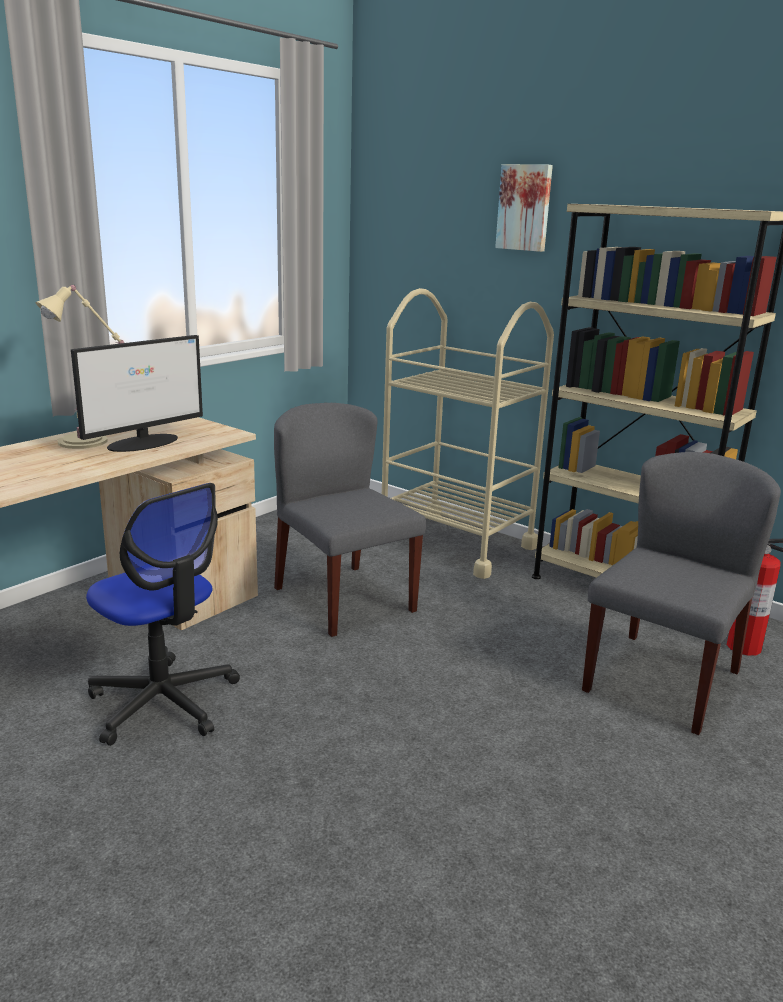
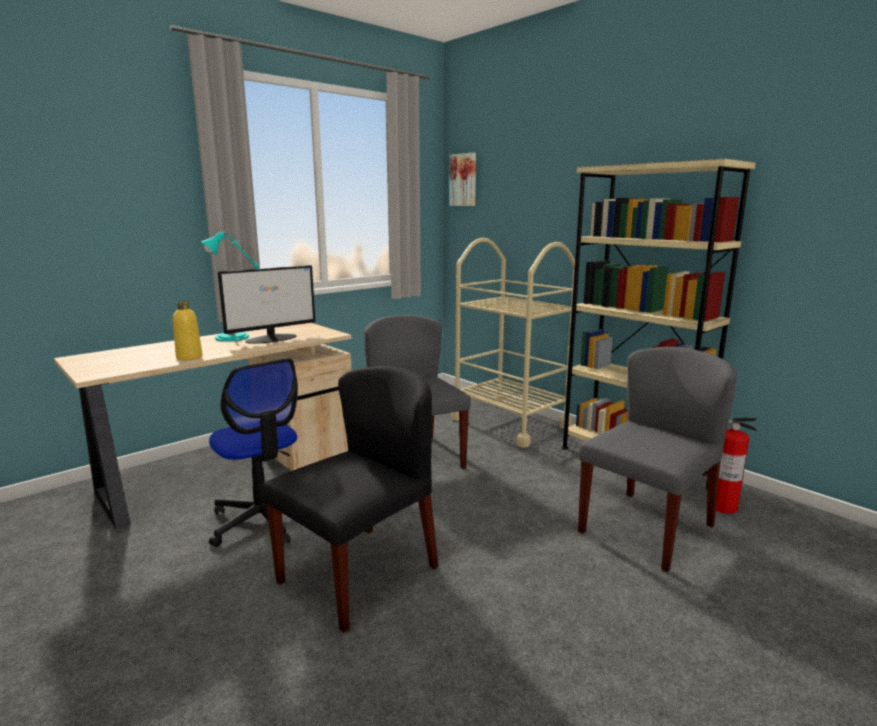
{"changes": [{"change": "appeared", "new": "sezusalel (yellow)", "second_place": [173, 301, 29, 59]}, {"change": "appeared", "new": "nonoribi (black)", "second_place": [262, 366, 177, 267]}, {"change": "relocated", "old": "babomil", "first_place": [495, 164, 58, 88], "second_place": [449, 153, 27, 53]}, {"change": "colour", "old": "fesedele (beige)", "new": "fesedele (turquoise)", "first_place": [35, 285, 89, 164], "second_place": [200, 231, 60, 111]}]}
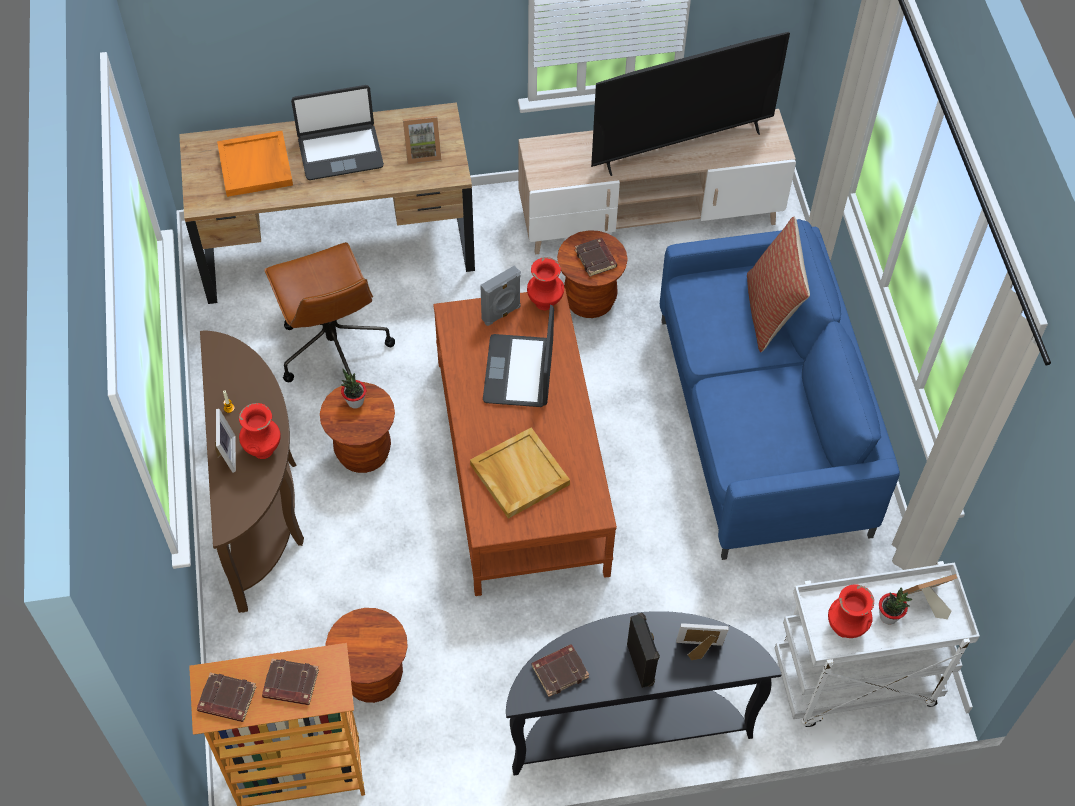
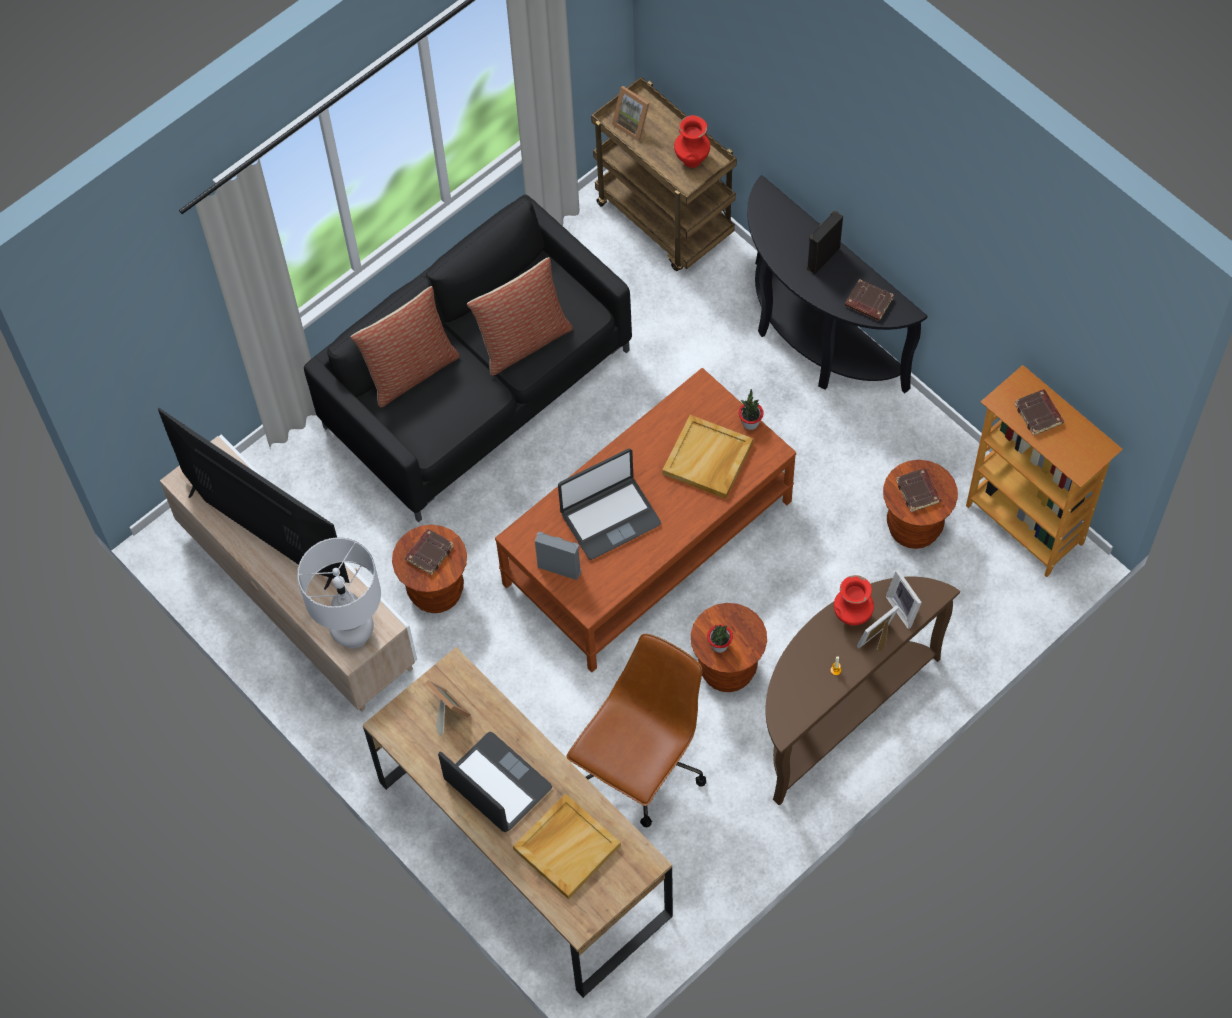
{"changes": [{"change": "missing", "old": "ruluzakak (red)", "first_place": [527, 257, 37, 53]}, {"change": "appeared", "new": "fesedele (white)", "second_place": [297, 537, 84, 111]}, {"change": "appeared", "new": "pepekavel", "second_place": [467, 257, 106, 119]}, {"change": "relocated", "old": "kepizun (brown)", "first_place": [197, 672, 60, 50], "second_place": [896, 468, 45, 44]}, {"change": "relocated", "old": "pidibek", "first_place": [676, 623, 53, 37], "second_place": [886, 569, 36, 60]}, {"change": "relocated", "old": "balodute", "first_place": [879, 587, 33, 37], "second_place": [738, 389, 26, 41]}, {"change": "colour", "old": "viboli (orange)", "new": "viboli (beige)", "first_place": [217, 131, 76, 66], "second_place": [513, 794, 108, 105]}, {"change": "colour", "old": "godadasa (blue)", "new": "godadasa (black)", "first_place": [660, 219, 240, 341], "second_place": [304, 195, 328, 327]}, {"change": "colour", "old": "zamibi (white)", "new": "zamibi (brown)", "first_place": [774, 561, 206, 166], "second_place": [591, 77, 146, 194]}]}
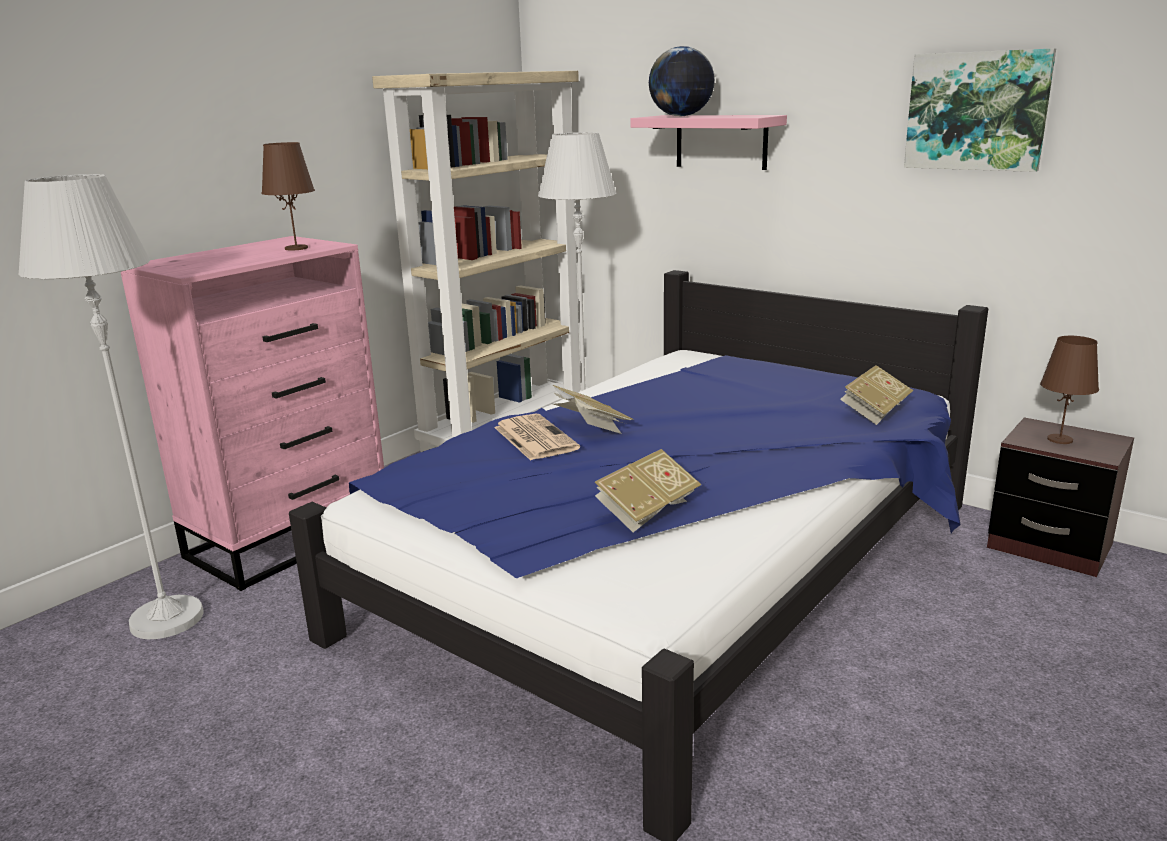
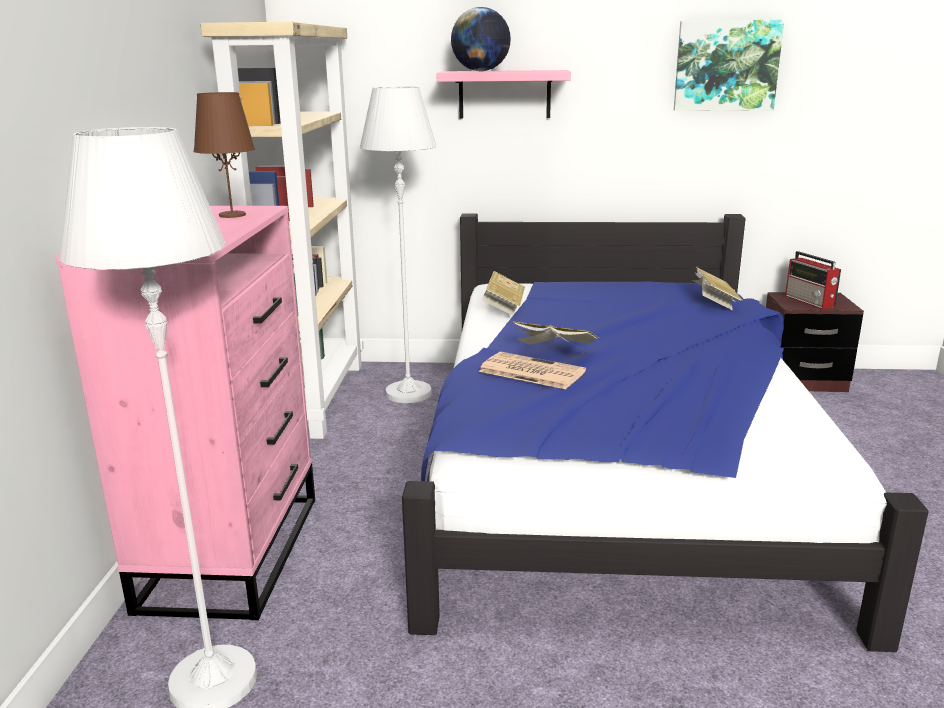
{"changes": [{"change": "relocated", "old": "kepizun", "first_place": [595, 449, 107, 83], "second_place": [482, 271, 43, 45]}, {"change": "exchanged", "old": "fesedele (brown)", "new": "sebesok", "first_place": [1040, 336, 59, 108], "second_place": [785, 251, 56, 58]}]}
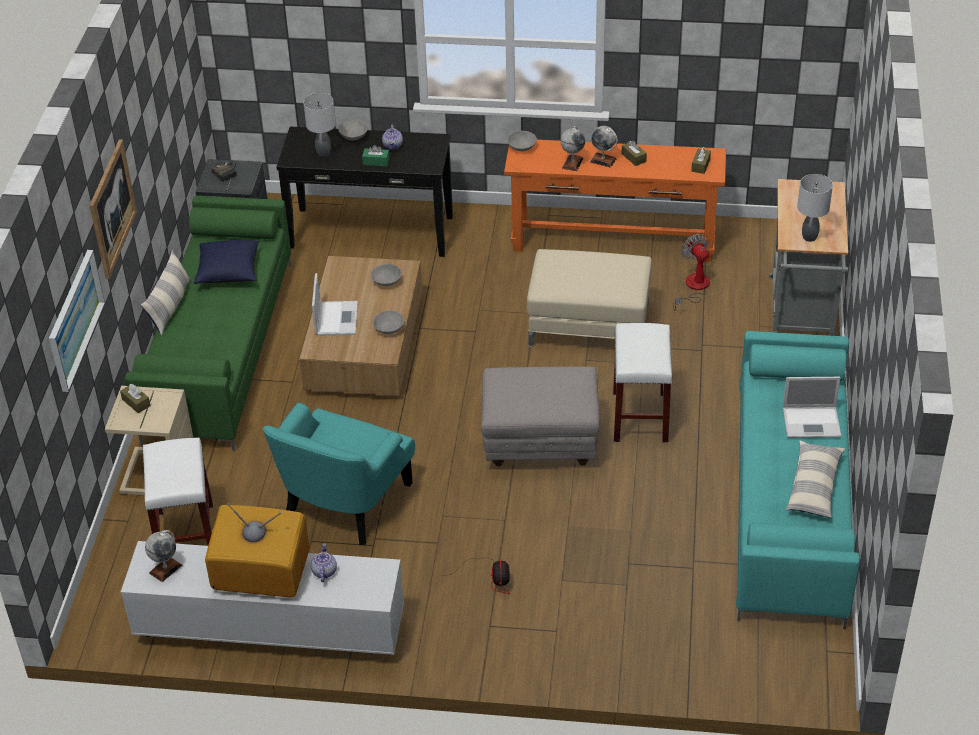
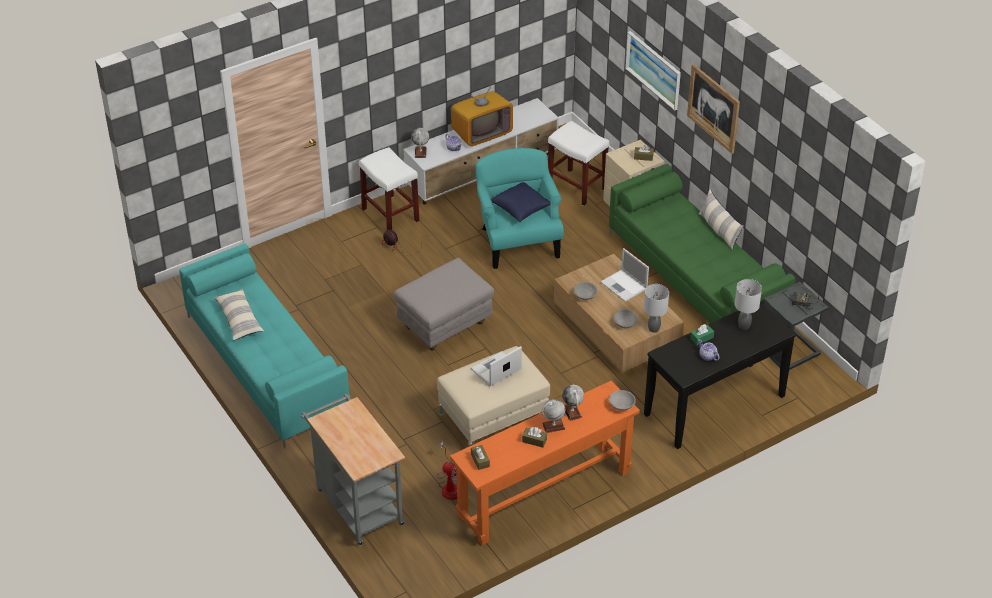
{"changes": [{"change": "missing", "old": "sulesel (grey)", "first_place": [338, 120, 30, 21]}, {"change": "relocated", "old": "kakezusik", "first_place": [145, 530, 37, 52], "second_place": [411, 128, 18, 30]}, {"change": "relocated", "old": "pepekavel (blue)", "first_place": [194, 240, 65, 44], "second_place": [491, 182, 59, 41]}, {"change": "relocated", "old": "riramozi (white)", "first_place": [613, 323, 60, 120], "second_place": [359, 147, 60, 83]}, {"change": "relocated", "old": "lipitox", "first_place": [783, 377, 58, 61], "second_place": [471, 346, 51, 40]}, {"change": "relocated", "old": "fesedele (grey)", "first_place": [797, 174, 36, 68], "second_place": [644, 284, 25, 49]}]}
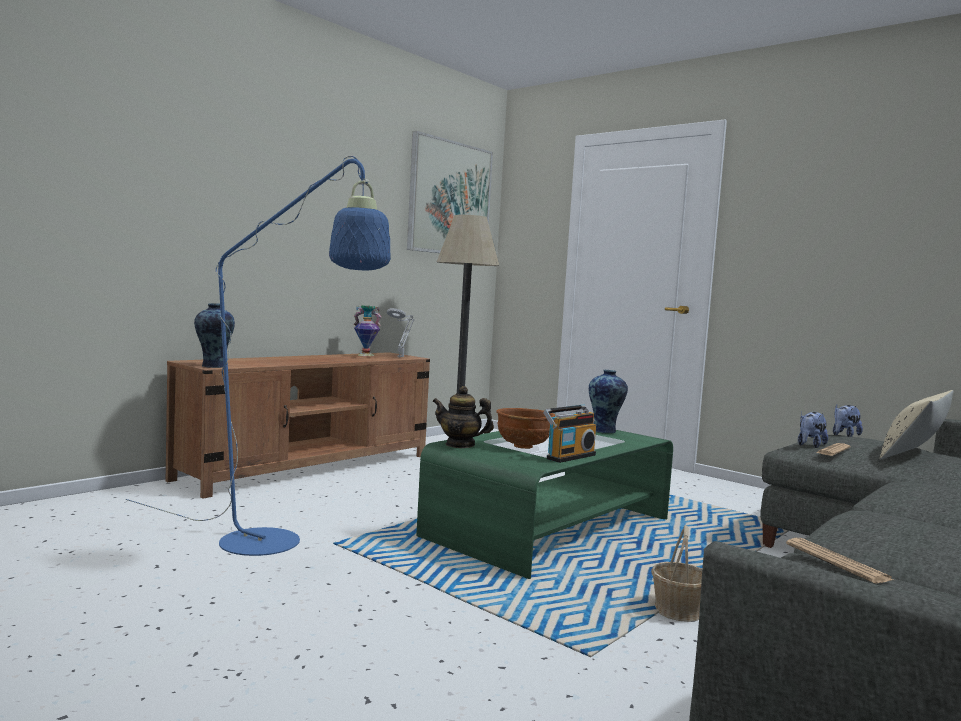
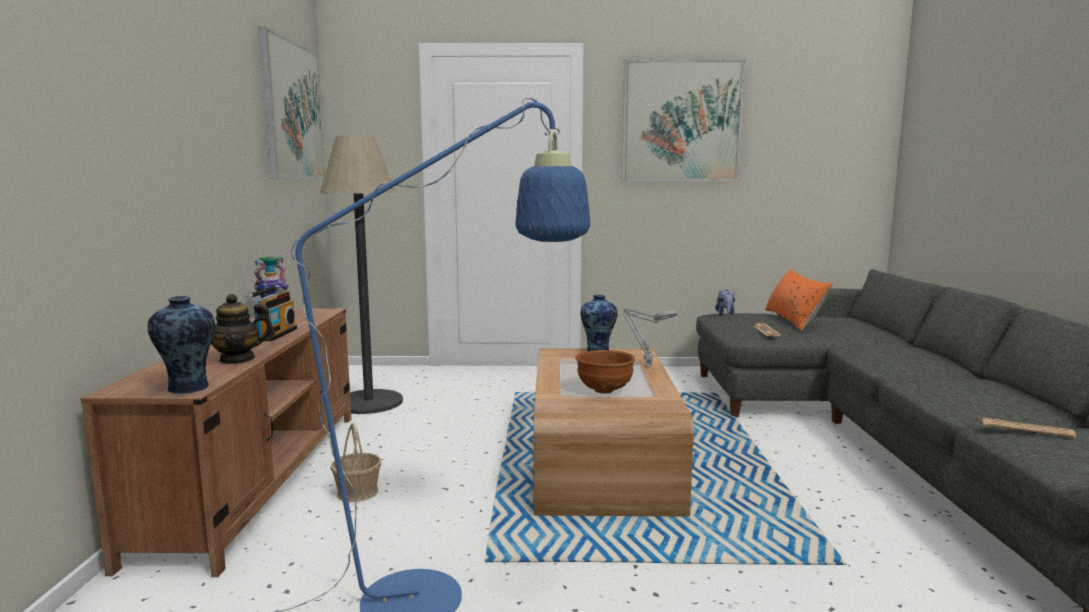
{"changes": [{"change": "missing", "old": "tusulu", "first_place": [798, 412, 30, 36]}, {"change": "appeared", "new": "babomil", "second_place": [622, 59, 123, 122]}, {"change": "relocated", "old": "fesedele (grey)", "first_place": [387, 308, 27, 50], "second_place": [623, 308, 55, 59]}, {"change": "relocated", "old": "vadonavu", "first_place": [432, 386, 62, 62], "second_place": [211, 294, 64, 70]}, {"change": "relocated", "old": "sebesok", "first_place": [543, 405, 53, 58], "second_place": [246, 285, 51, 56]}, {"change": "relocated", "old": "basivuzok", "first_place": [651, 525, 51, 97], "second_place": [331, 423, 50, 79]}, {"change": "colour", "old": "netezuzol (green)", "new": "netezuzol (brown)", "first_place": [416, 430, 257, 149], "second_place": [533, 348, 161, 169]}, {"change": "colour", "old": "pepekavel (beige)", "new": "pepekavel (orange)", "first_place": [880, 390, 74, 69], "second_place": [765, 269, 68, 62]}]}
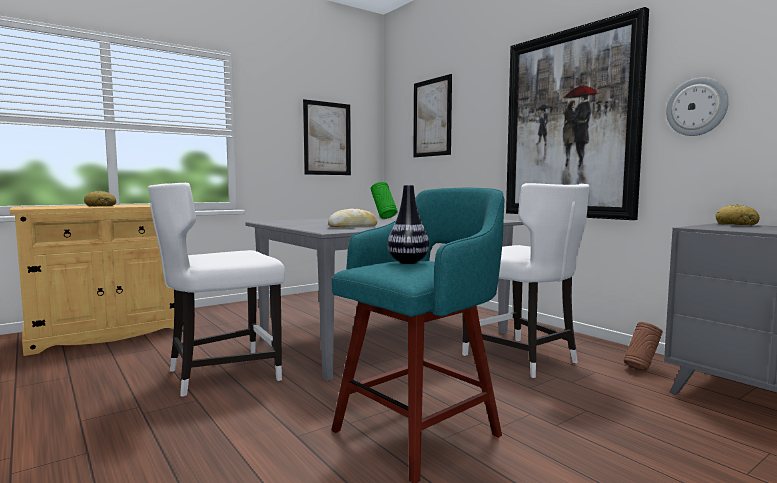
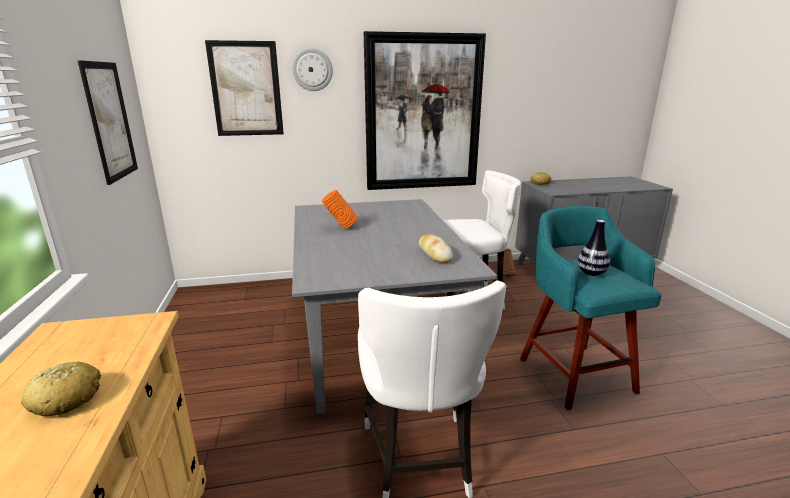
{"changes": [{"change": "relocated", "old": "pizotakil", "first_place": [666, 77, 63, 59], "second_place": [292, 48, 41, 43]}, {"change": "colour", "old": "ruluzakak (green)", "new": "ruluzakak (orange)", "first_place": [371, 182, 27, 37], "second_place": [322, 190, 36, 39]}]}
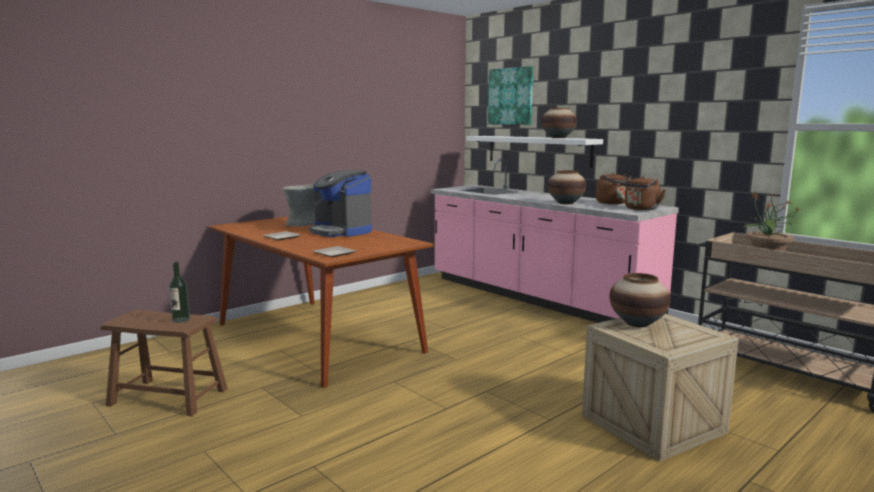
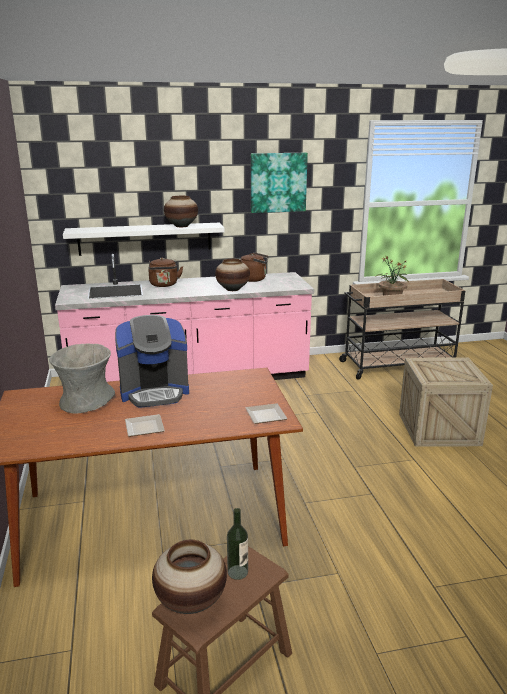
{"changes": [{"change": "relocated", "old": "babomil", "first_place": [488, 66, 45, 59], "second_place": [251, 153, 57, 60]}, {"change": "relocated", "old": "ruluzakak", "first_place": [609, 273, 61, 55], "second_place": [152, 540, 75, 74]}, {"change": "relocated", "old": "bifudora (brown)", "first_place": [620, 176, 46, 34], "second_place": [148, 258, 35, 29]}]}
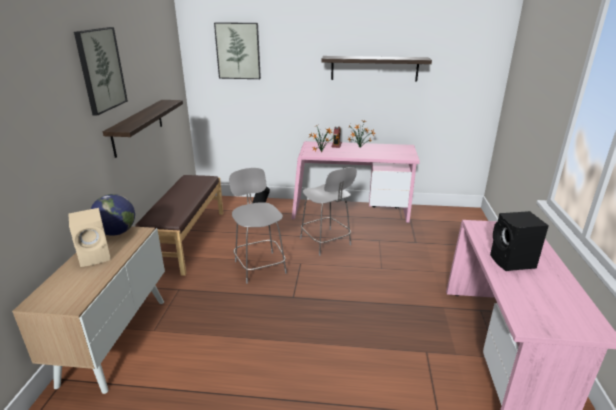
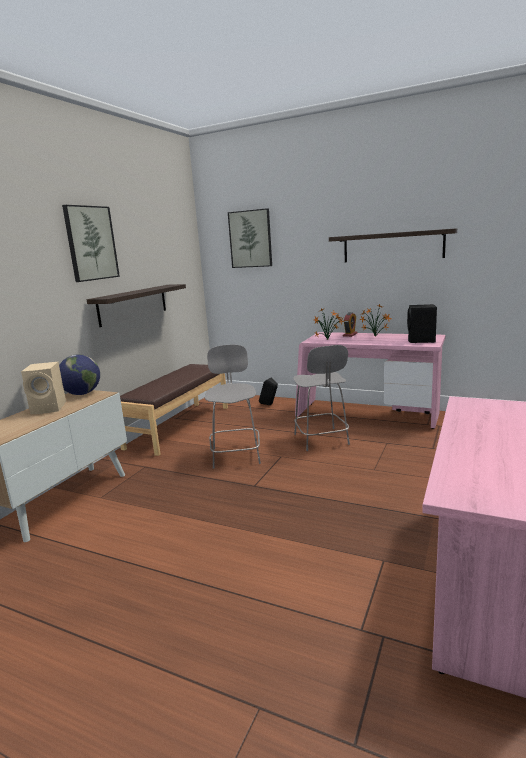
{"changes": [{"change": "relocated", "old": "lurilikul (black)", "first_place": [490, 211, 59, 60], "second_place": [407, 304, 30, 39]}]}
